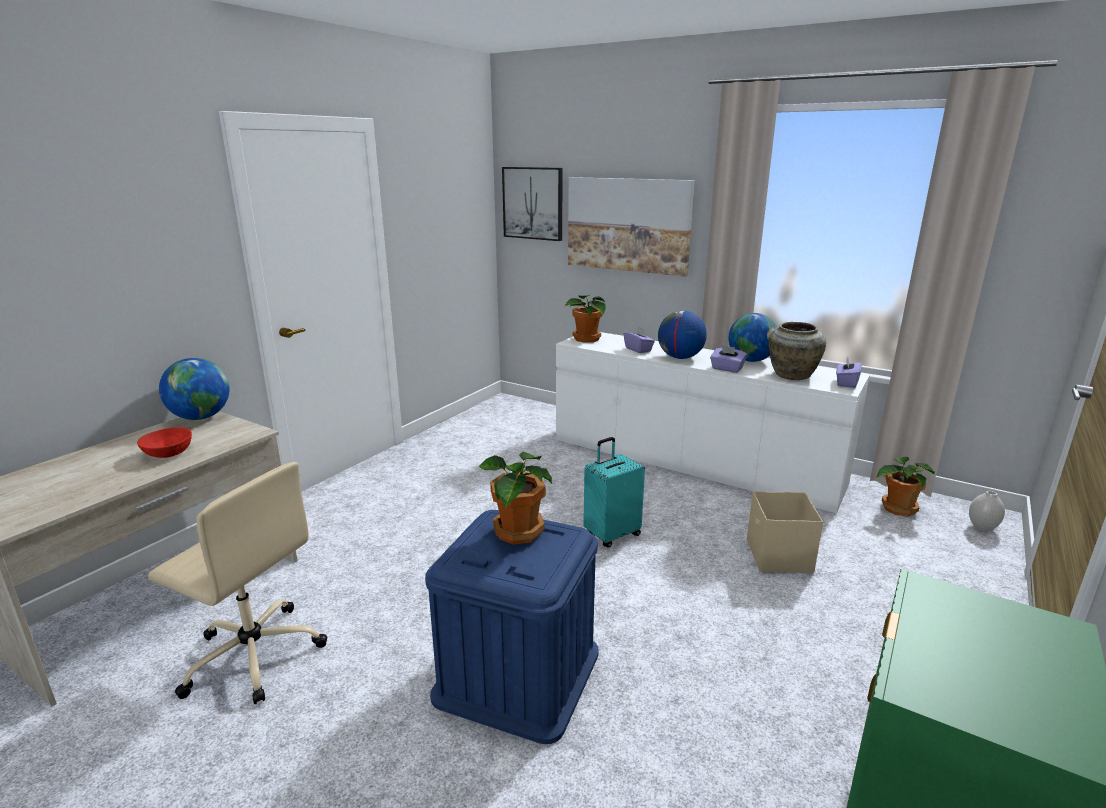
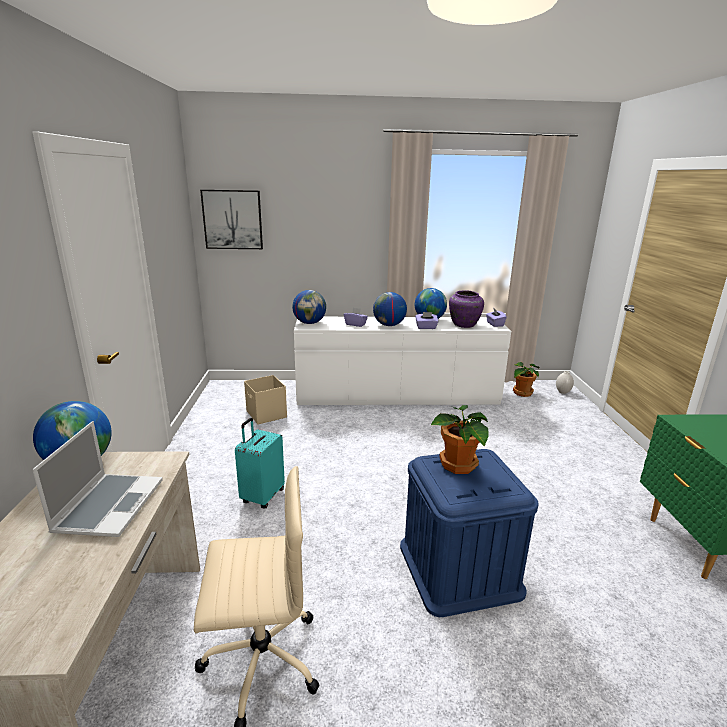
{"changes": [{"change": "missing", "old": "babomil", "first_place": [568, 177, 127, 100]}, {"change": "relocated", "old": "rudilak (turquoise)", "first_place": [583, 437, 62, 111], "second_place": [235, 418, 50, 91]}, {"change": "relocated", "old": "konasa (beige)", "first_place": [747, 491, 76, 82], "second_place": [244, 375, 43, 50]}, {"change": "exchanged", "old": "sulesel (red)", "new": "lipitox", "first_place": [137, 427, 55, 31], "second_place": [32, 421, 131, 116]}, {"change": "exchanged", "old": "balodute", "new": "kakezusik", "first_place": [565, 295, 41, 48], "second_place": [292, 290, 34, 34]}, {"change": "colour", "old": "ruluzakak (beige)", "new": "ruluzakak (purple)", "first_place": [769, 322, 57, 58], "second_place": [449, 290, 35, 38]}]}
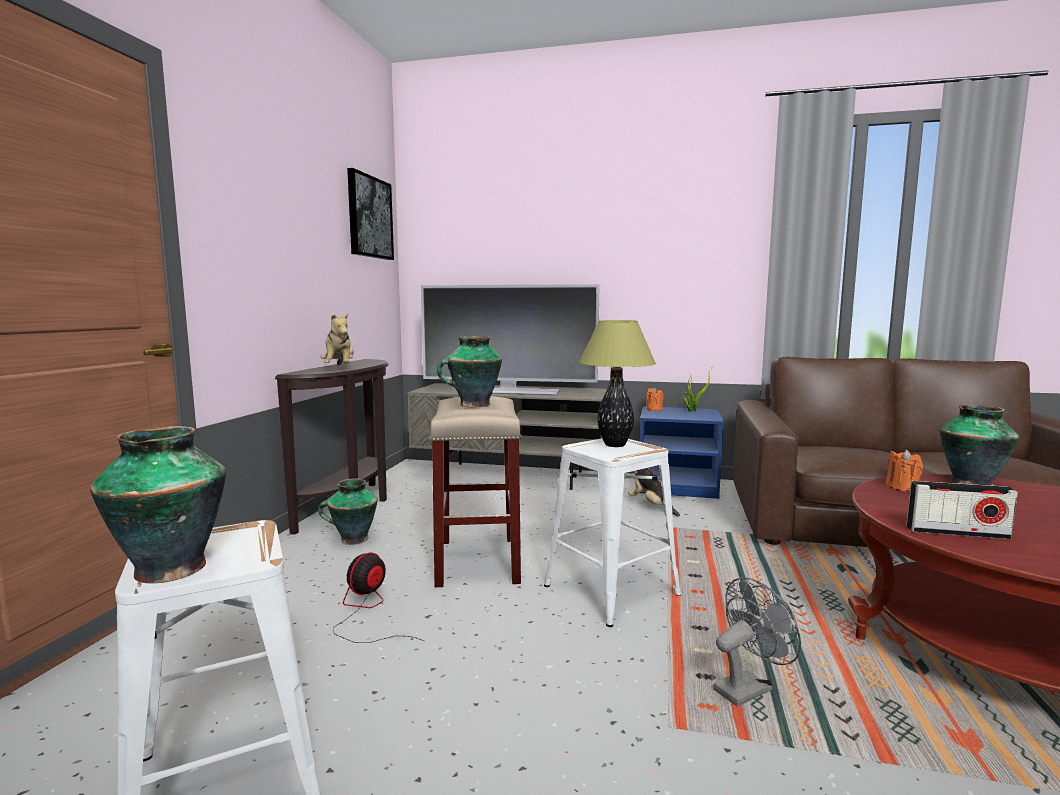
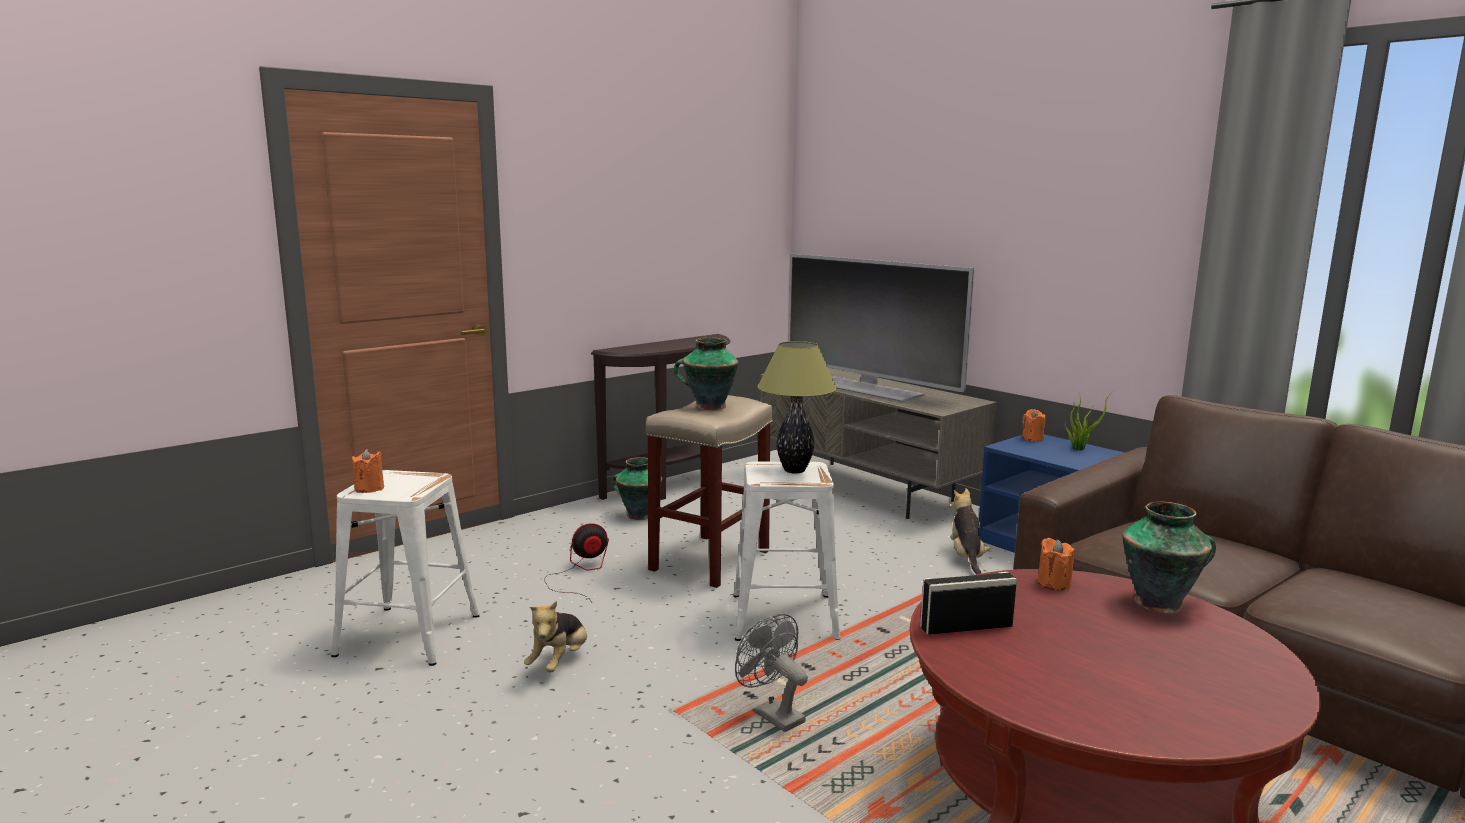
{"changes": [{"change": "missing", "old": "babomil", "first_place": [347, 168, 47, 92]}, {"change": "relocated", "old": "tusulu", "first_place": [320, 313, 34, 52], "second_place": [524, 601, 63, 71]}, {"change": "exchanged", "old": "ruluzakak", "new": "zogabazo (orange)", "first_place": [90, 426, 136, 157], "second_place": [352, 449, 32, 44]}, {"change": "spun", "old": "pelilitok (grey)", "first_place": [713, 577, 88, 130], "second_place": [735, 614, 73, 118], "degrees": -135}, {"change": "spun", "old": "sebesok", "first_place": [907, 481, 111, 59], "second_place": [920, 572, 97, 63], "degrees": 120}]}
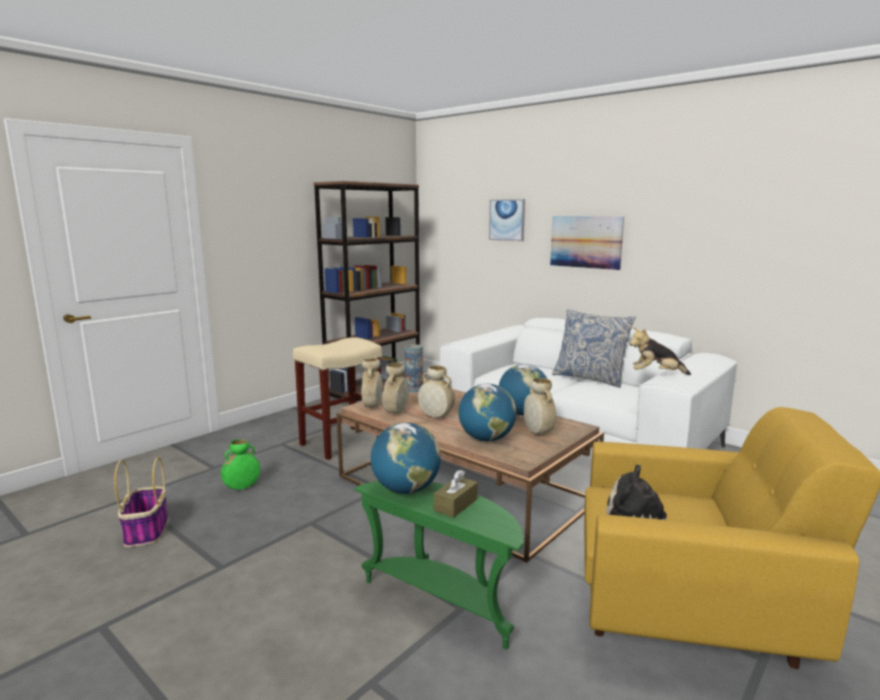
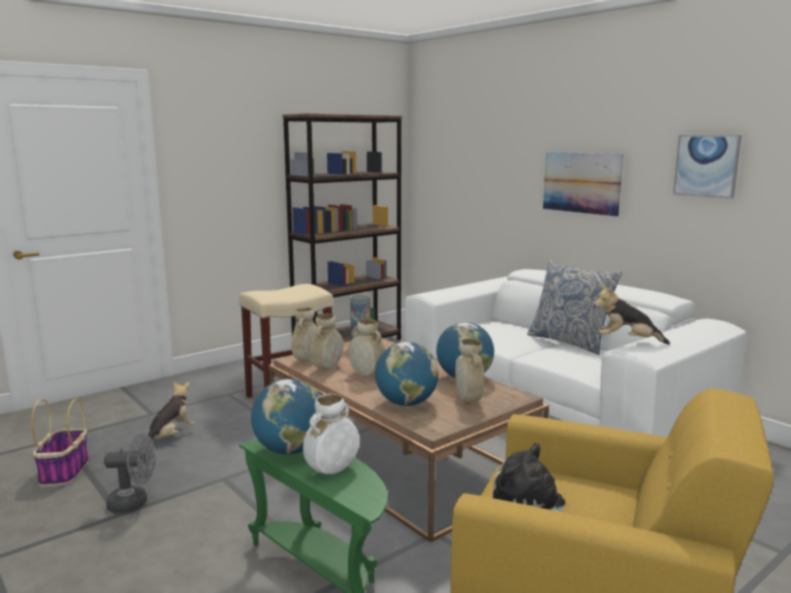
{"changes": [{"change": "appeared", "new": "pelilitok (grey)", "second_place": [104, 433, 52, 80]}, {"change": "relocated", "old": "babomil", "first_place": [489, 199, 36, 42], "second_place": [673, 135, 69, 64]}, {"change": "exchanged", "old": "ruluzakak (green)", "new": "tusulu", "first_place": [221, 439, 39, 51], "second_place": [147, 381, 48, 62]}, {"change": "exchanged", "old": "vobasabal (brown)", "new": "ruluzakak (white)", "first_place": [434, 470, 44, 48], "second_place": [303, 394, 57, 80]}]}
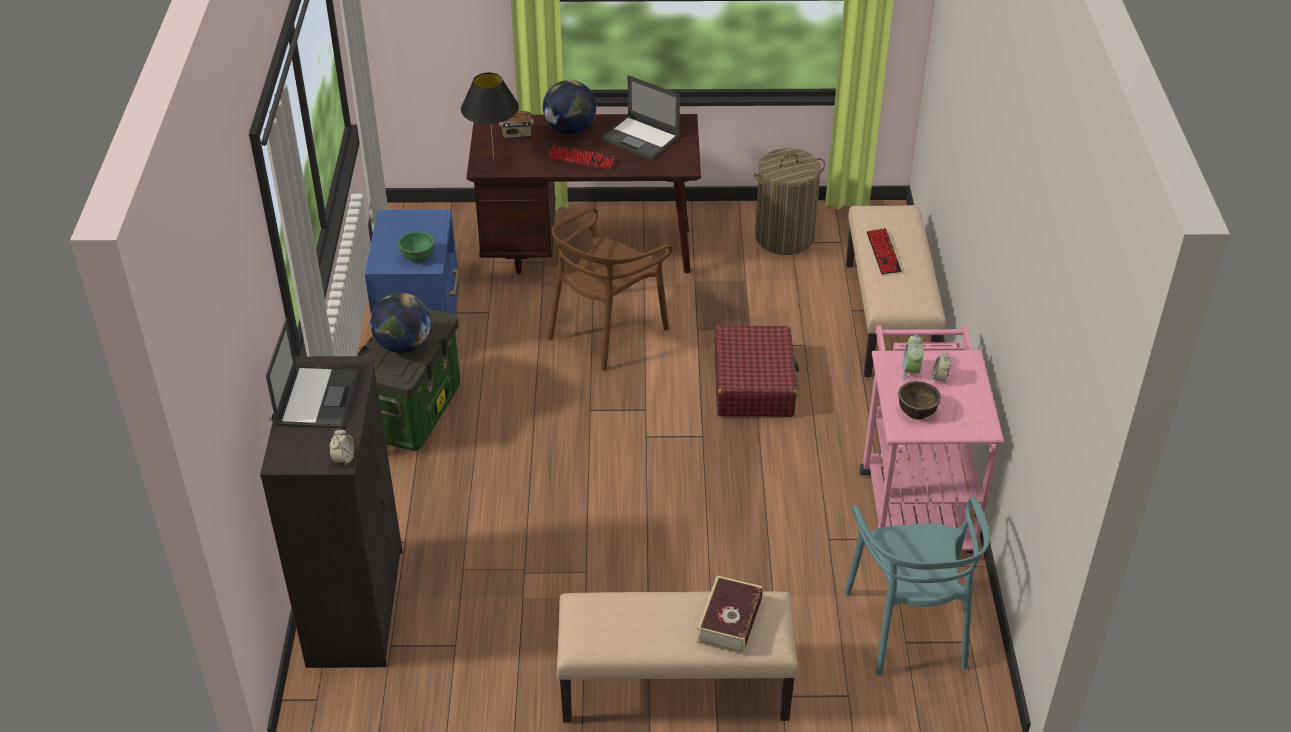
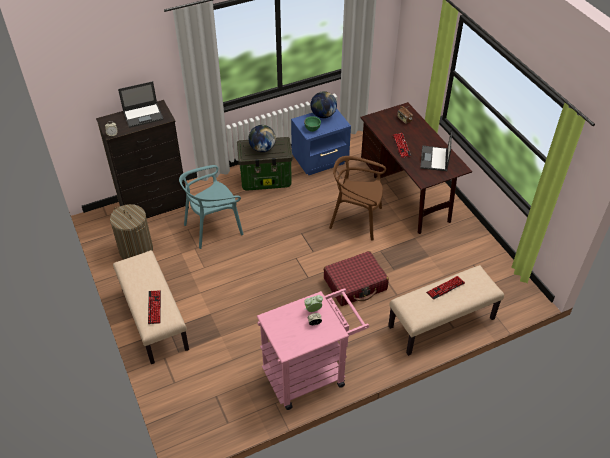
{"changes": [{"change": "missing", "old": "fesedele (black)", "first_place": [461, 73, 58, 86]}, {"change": "missing", "old": "sulesel (brown)", "first_place": [898, 381, 43, 39]}, {"change": "relocated", "old": "kakezusik", "first_place": [543, 80, 54, 54], "second_place": [311, 91, 26, 27]}, {"change": "relocated", "old": "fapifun", "first_place": [753, 148, 72, 107], "second_place": [110, 204, 43, 56]}, {"change": "relocated", "old": "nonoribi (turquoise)", "first_place": [845, 497, 145, 179], "second_place": [179, 165, 65, 84]}, {"change": "exchanged", "old": "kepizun", "new": "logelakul", "first_place": [697, 575, 66, 79], "second_place": [148, 290, 13, 34]}]}
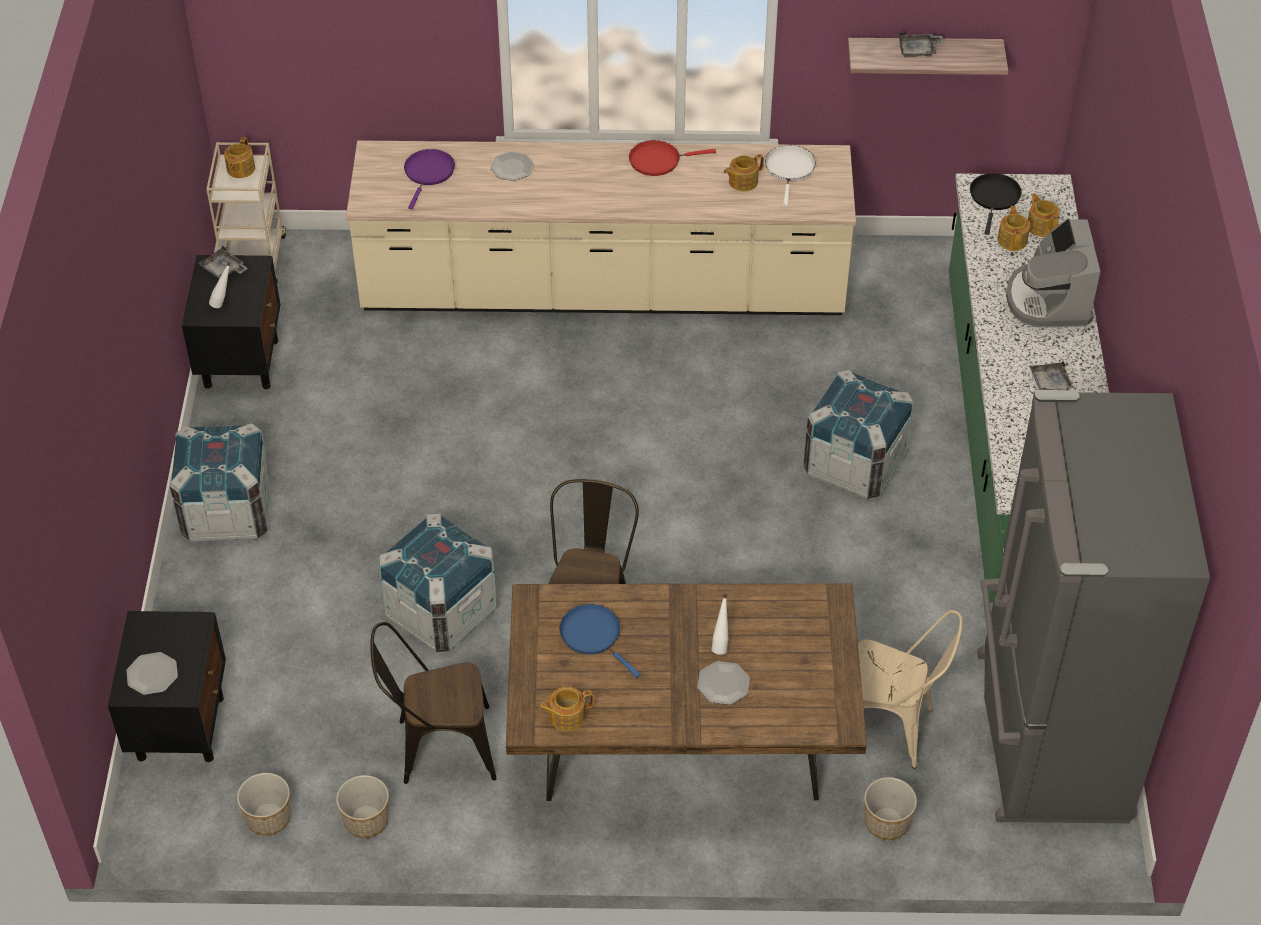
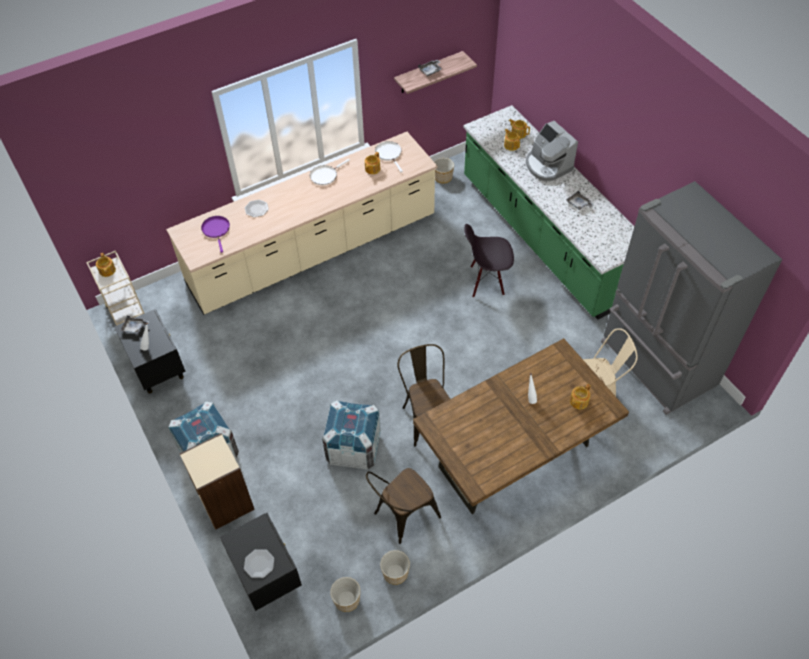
{"changes": [{"change": "missing", "old": "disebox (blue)", "first_place": [559, 604, 81, 74]}, {"change": "missing", "old": "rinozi", "first_place": [697, 661, 53, 44]}, {"change": "missing", "old": "disebox (black)", "first_place": [970, 173, 52, 62]}, {"change": "appeared", "new": "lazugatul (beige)", "second_place": [179, 433, 76, 97]}, {"change": "relocated", "old": "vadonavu", "first_place": [538, 687, 56, 44], "second_place": [570, 384, 21, 25]}, {"change": "relocated", "old": "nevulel", "first_place": [864, 777, 53, 63], "second_place": [434, 158, 20, 26]}, {"change": "exchanged", "old": "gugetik", "new": "nonoribi (black)", "first_place": [803, 370, 111, 129], "second_place": [464, 224, 50, 74]}, {"change": "colour", "old": "disebox (red)", "new": "disebox (white)", "first_place": [629, 140, 87, 36], "second_place": [310, 159, 40, 26]}]}
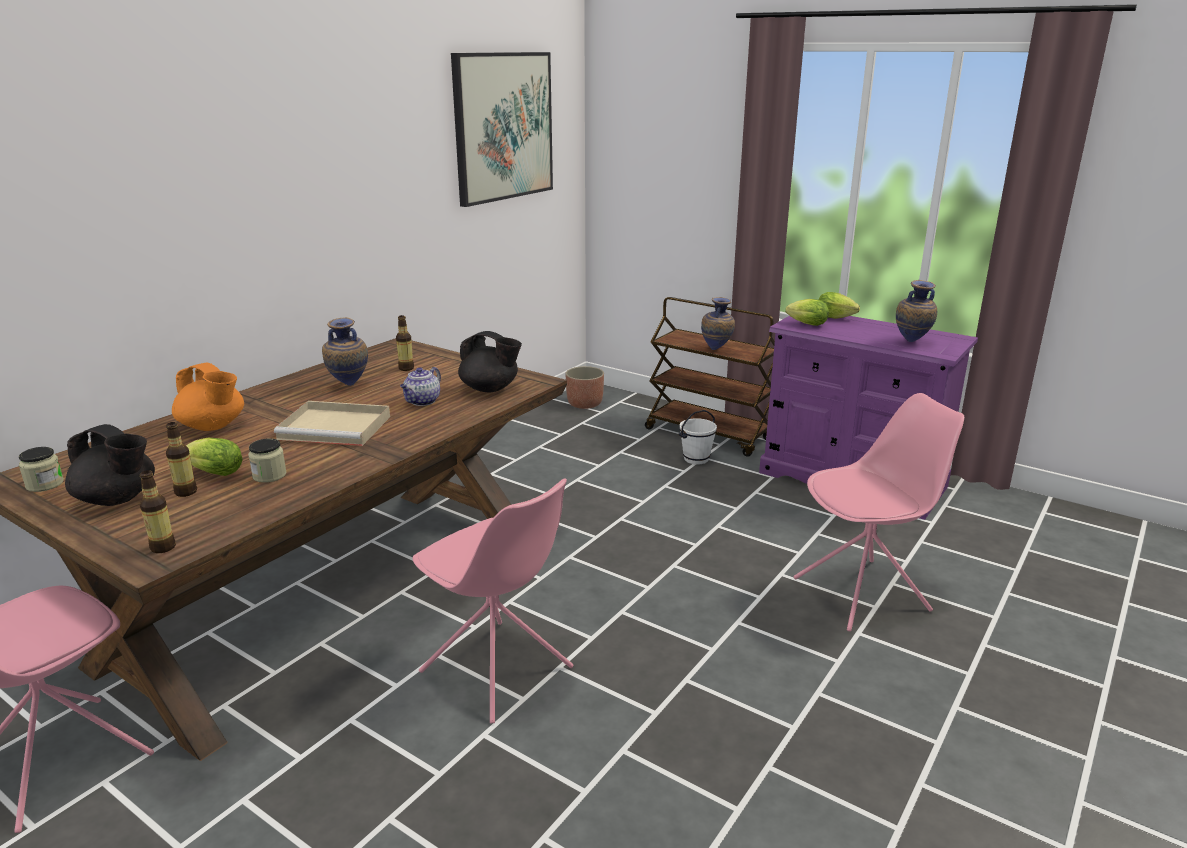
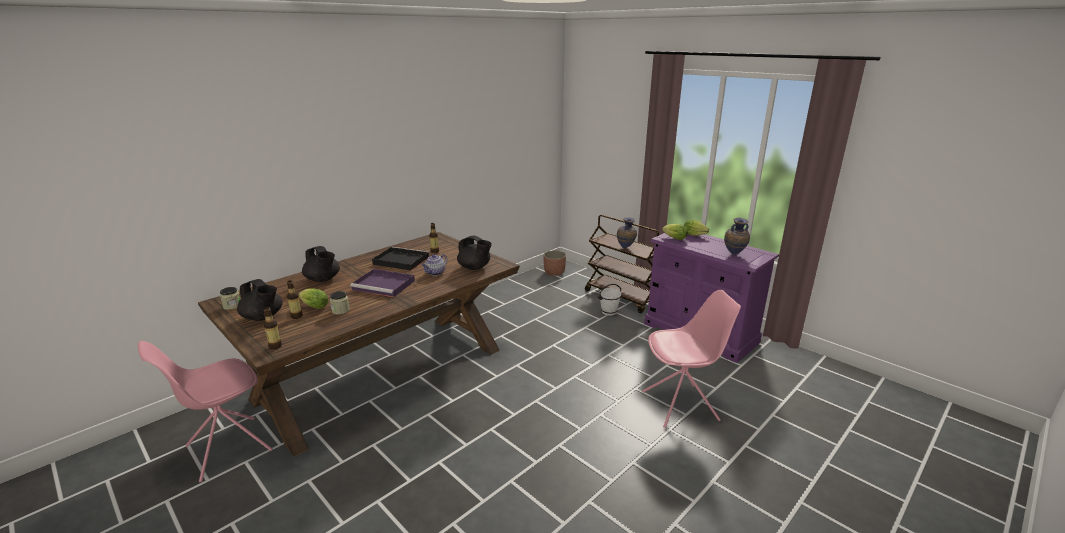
{"changes": [{"change": "missing", "old": "nonoribi (pink)", "first_place": [412, 478, 161, 245]}, {"change": "missing", "old": "babomil", "first_place": [451, 52, 102, 155]}, {"change": "exchanged", "old": "ruluzakak", "new": "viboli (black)", "first_place": [322, 317, 46, 69], "second_place": [372, 247, 57, 23]}, {"change": "colour", "old": "vadonavu (orange)", "new": "vadonavu (black)", "first_place": [172, 363, 72, 68], "second_place": [302, 246, 38, 36]}, {"change": "colour", "old": "viboli (beige)", "new": "viboli (purple)", "first_place": [274, 401, 116, 45], "second_place": [350, 269, 65, 28]}]}
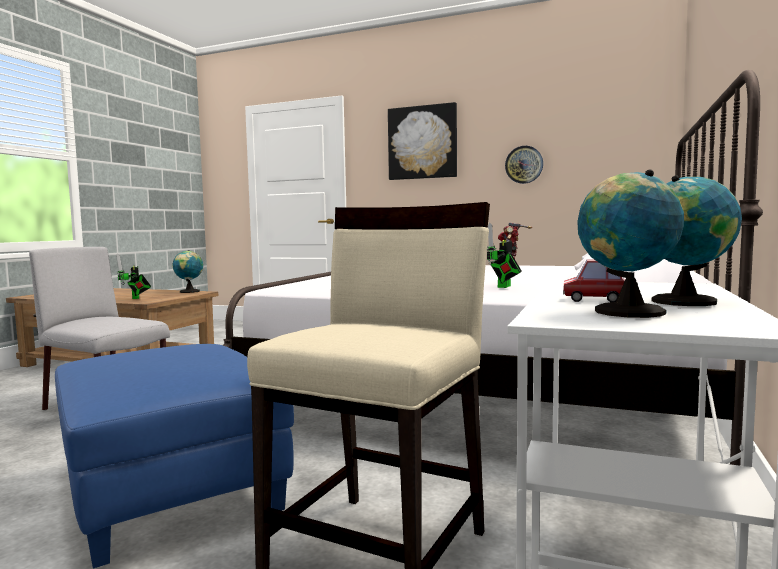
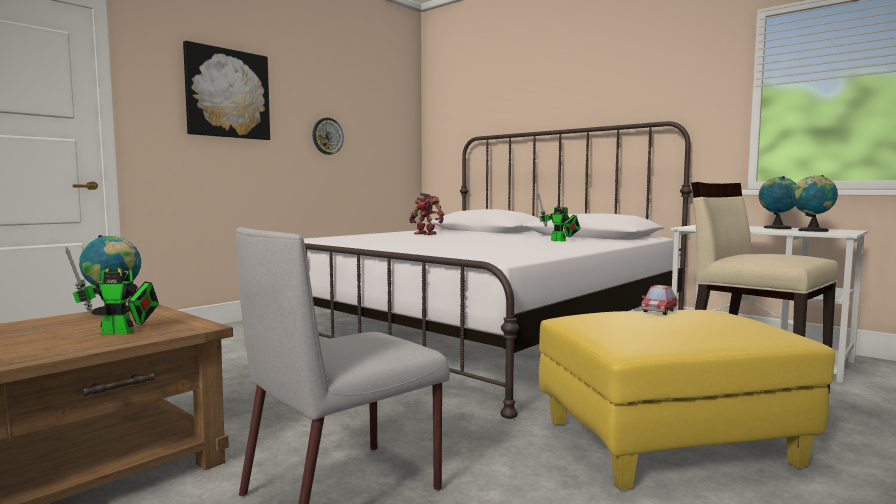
{"changes": [{"change": "relocated", "old": "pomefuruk", "first_place": [563, 259, 62, 43], "second_place": [641, 285, 36, 30]}, {"change": "colour", "old": "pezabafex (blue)", "new": "pezabafex (yellow)", "first_place": [55, 344, 239, 224], "second_place": [539, 310, 296, 180]}]}
